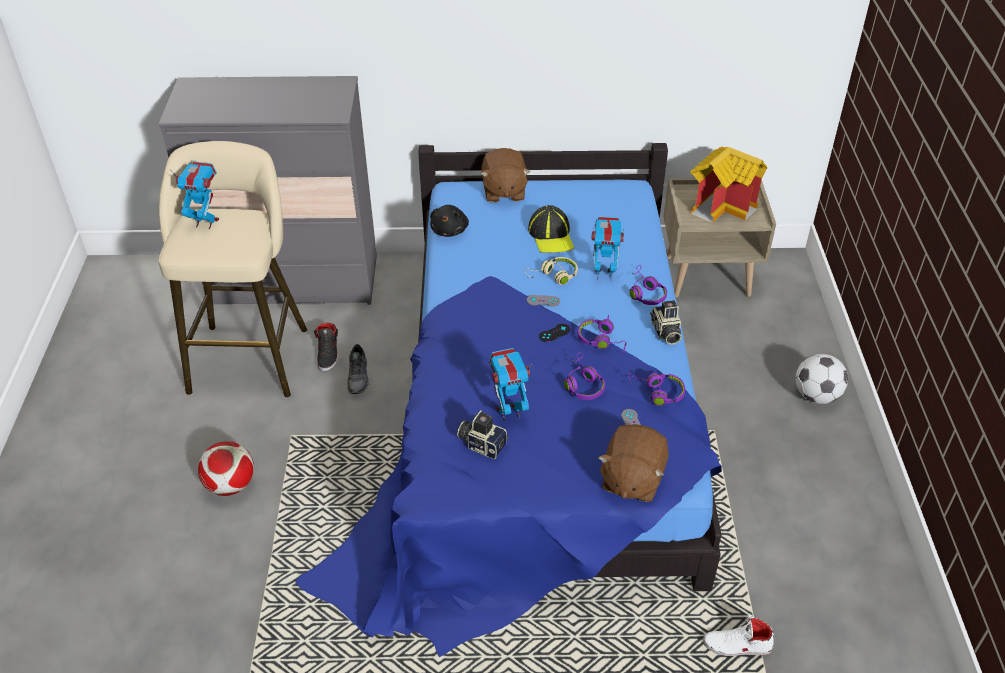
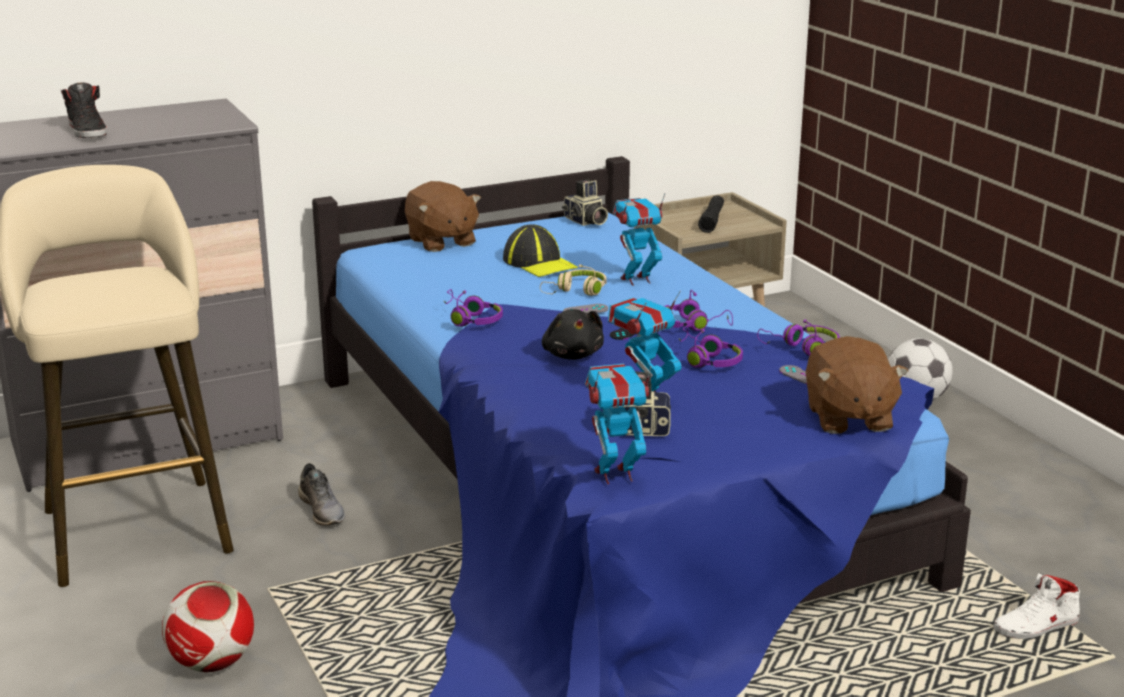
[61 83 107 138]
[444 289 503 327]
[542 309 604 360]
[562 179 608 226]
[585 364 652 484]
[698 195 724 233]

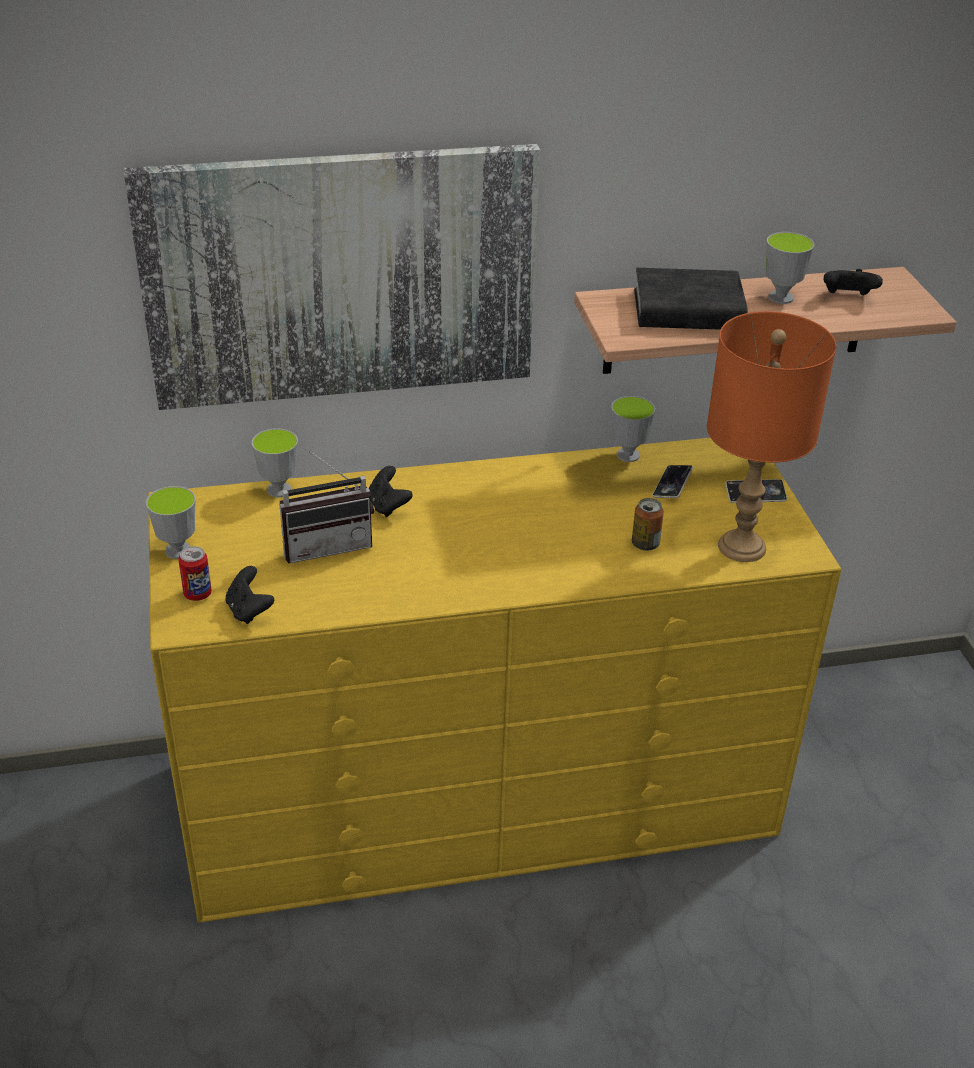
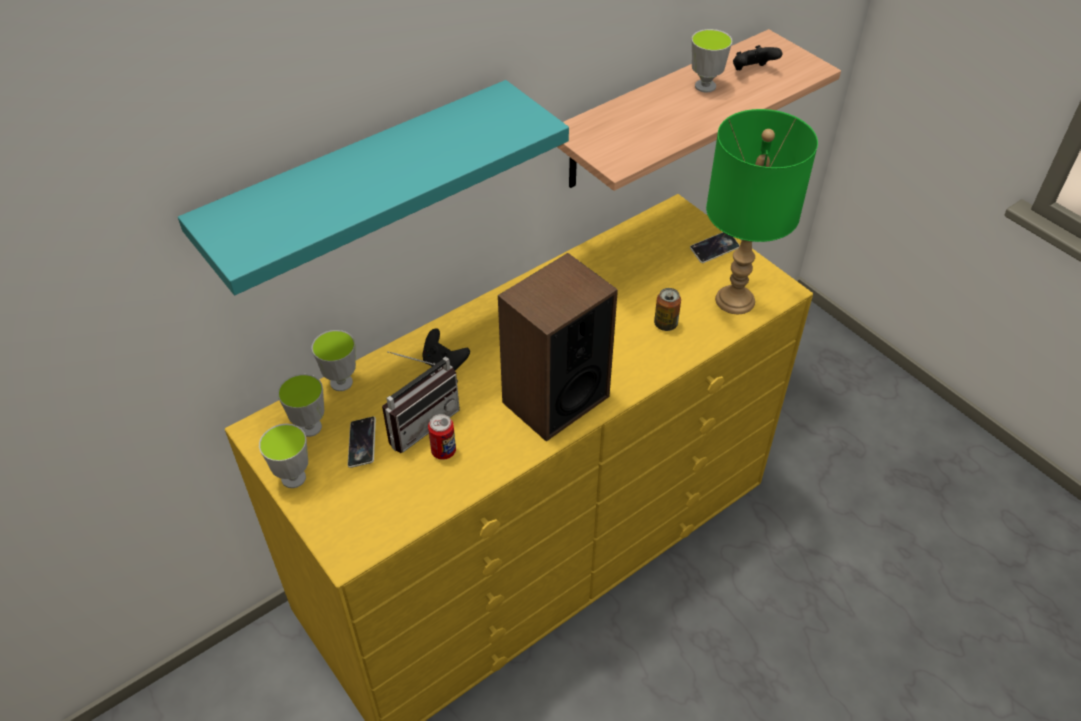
[178 80 569 295]
[277 374 324 437]
[348 416 376 468]
[428 414 456 460]
[498 253 618 442]
[706 109 818 314]
[226 566 274 624] (first image)
[634 268 748 330] (first image)

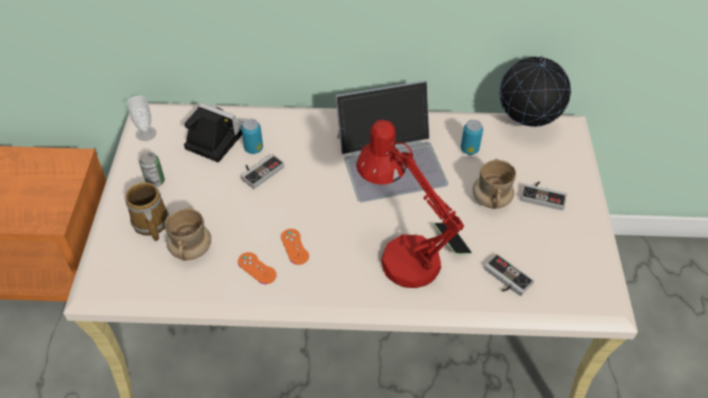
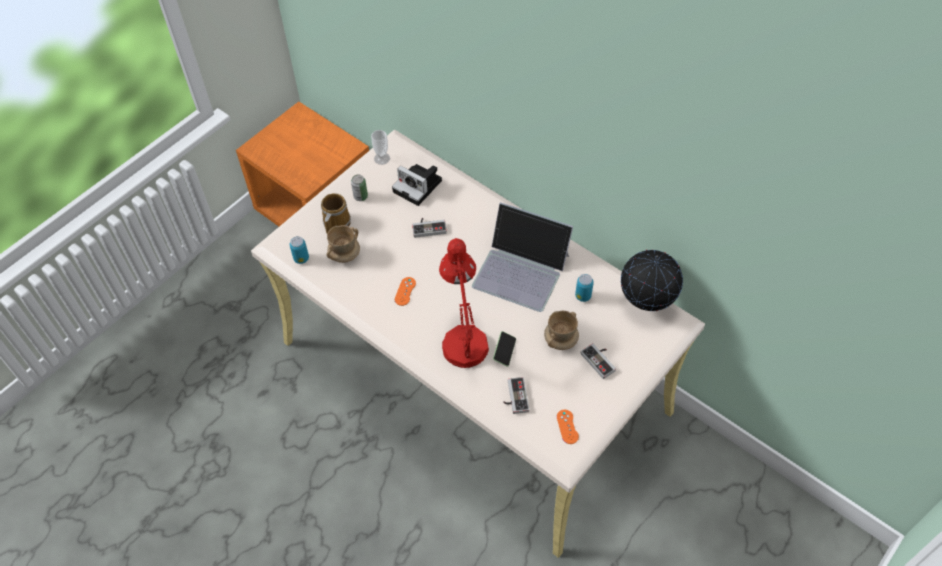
[290 236 309 264]
[392 164 442 206]
[557 410 579 444]

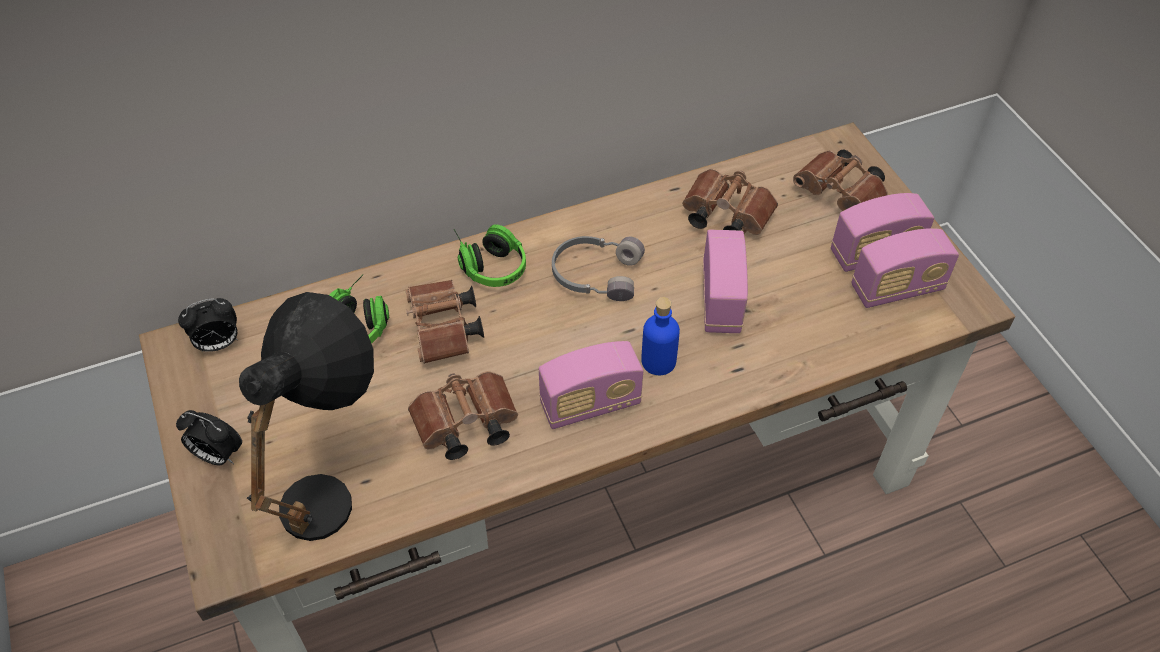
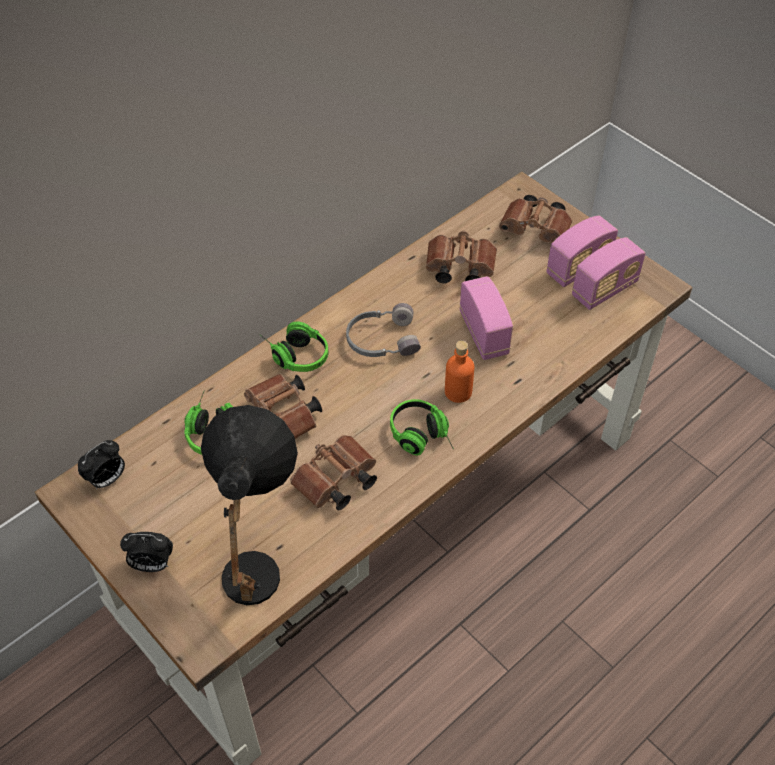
[390 399 454 455]
[445 341 474 403]

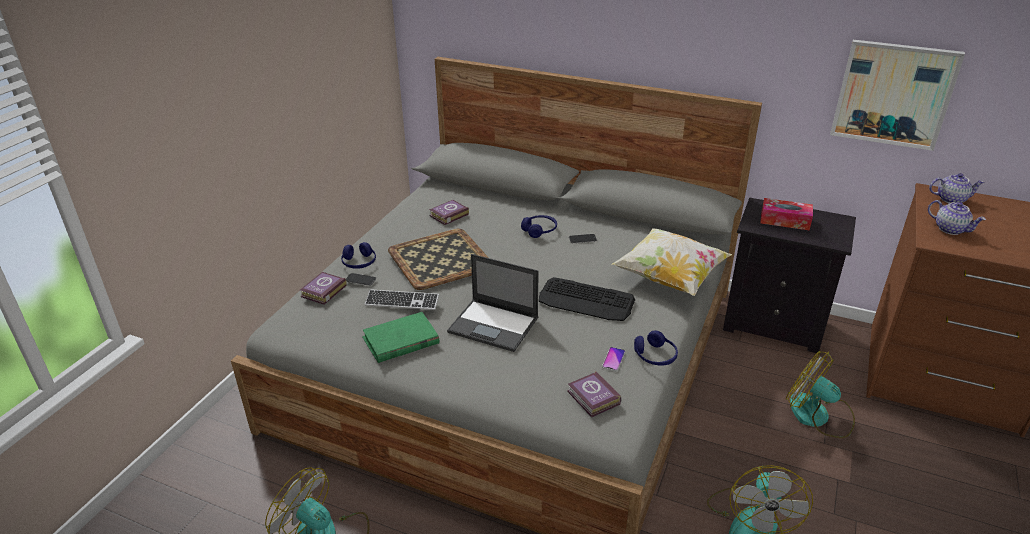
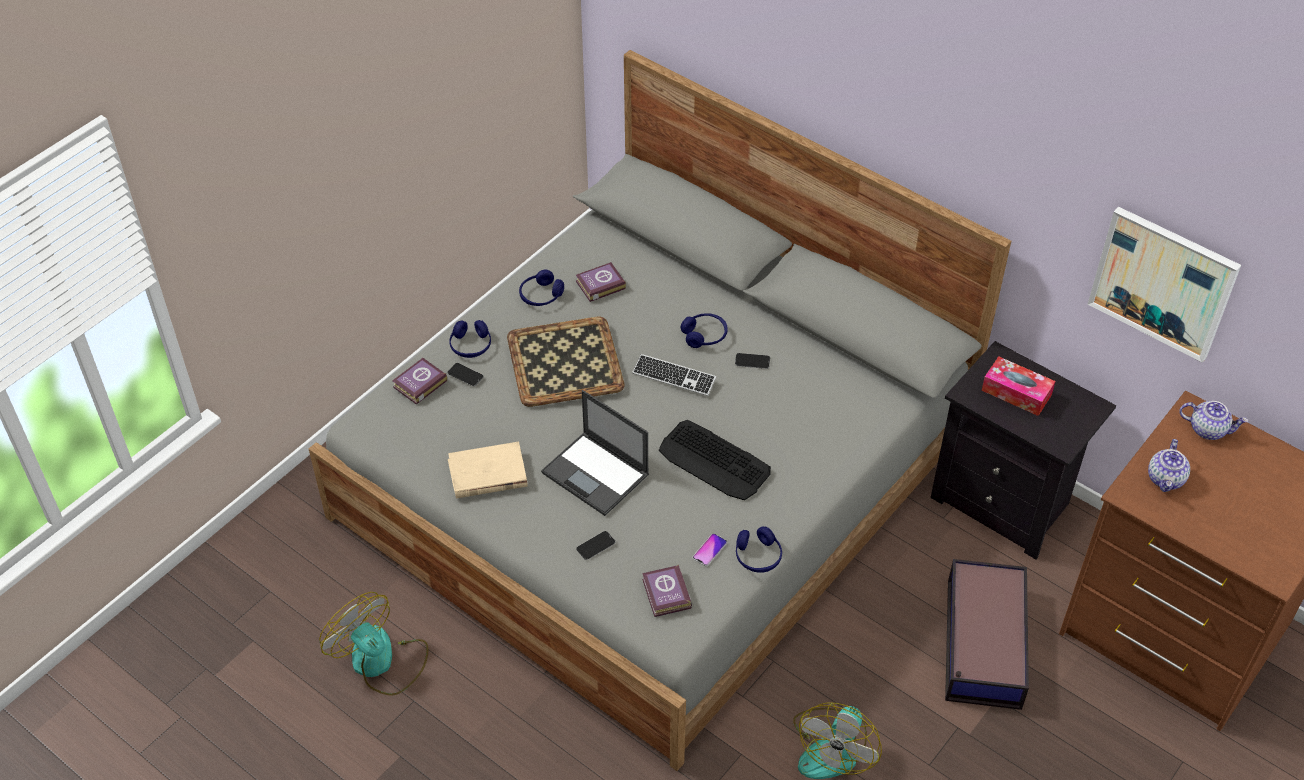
[448 442 528 498]
[519 270 564 306]
[576 531 615 560]
[632 354 716 396]
[945 559 1029 710]
[1148 439 1190 492]
[612 228 732 296] (first image)

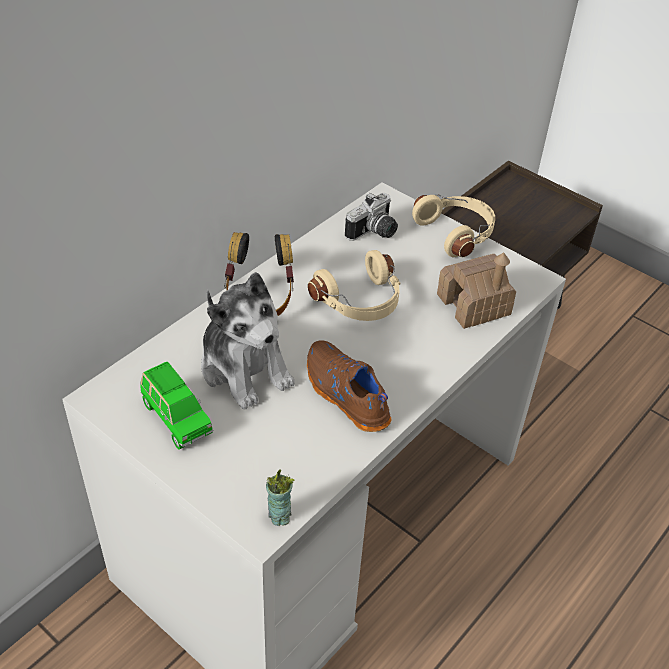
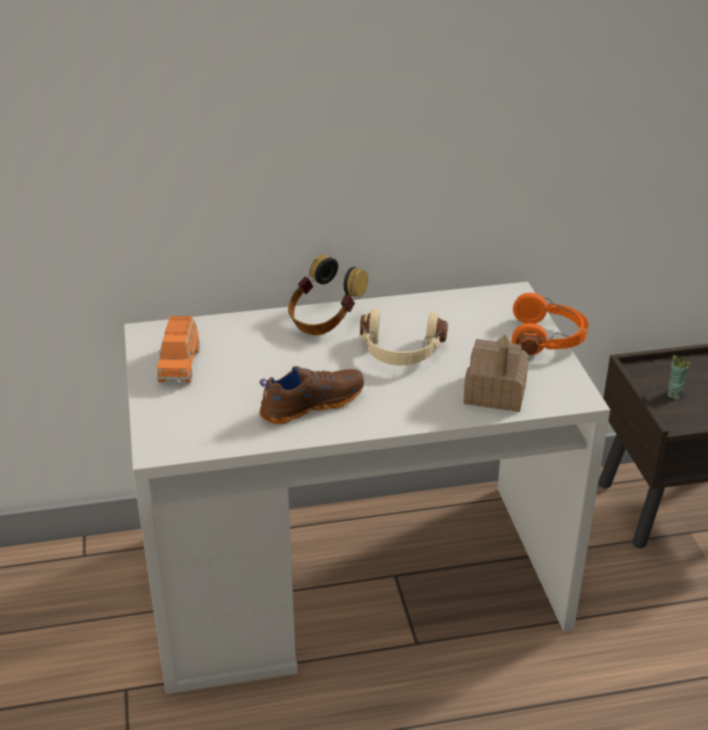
[157 316 200 383]
[259 366 364 425]
[511 293 589 355]
[667 355 691 399]
[201 272 295 409] (first image)
[345 193 398 241] (first image)

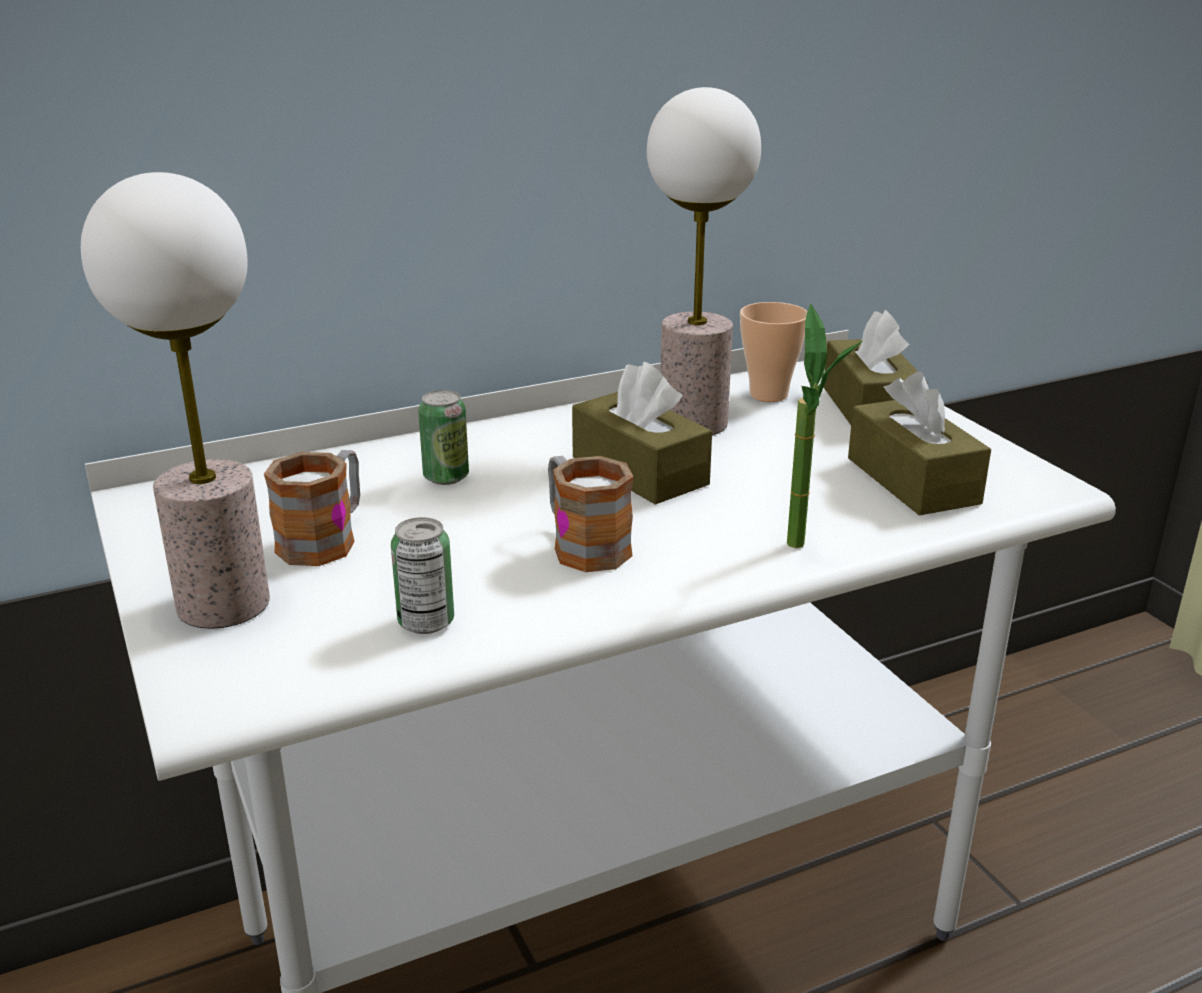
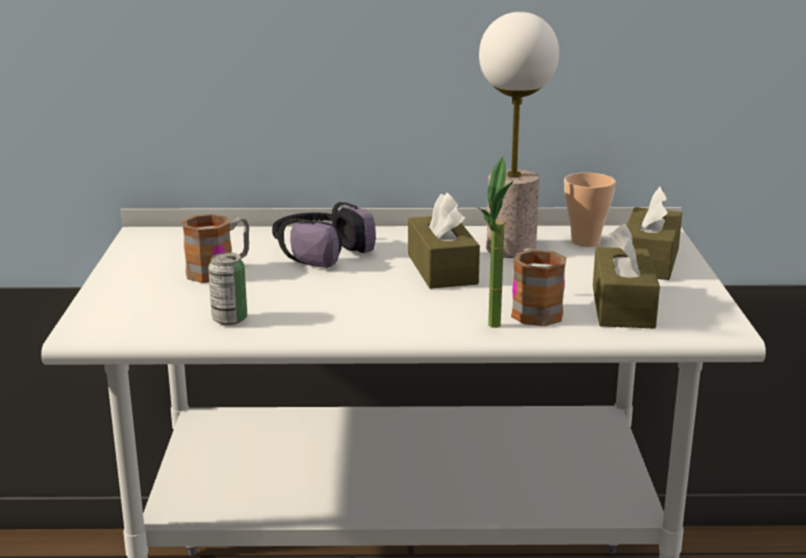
[272 202 376 268]
[511 248 567 326]
[81 172 270 628] (first image)

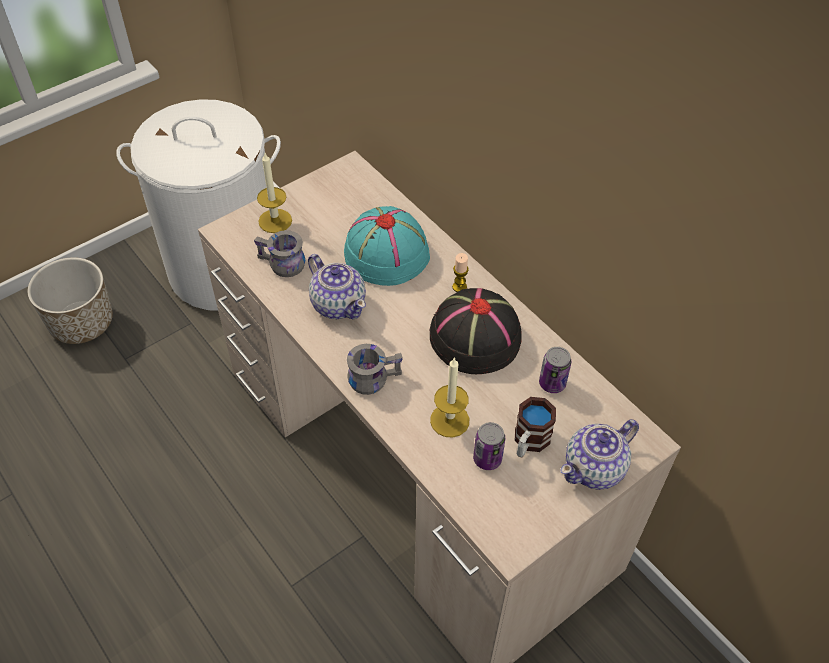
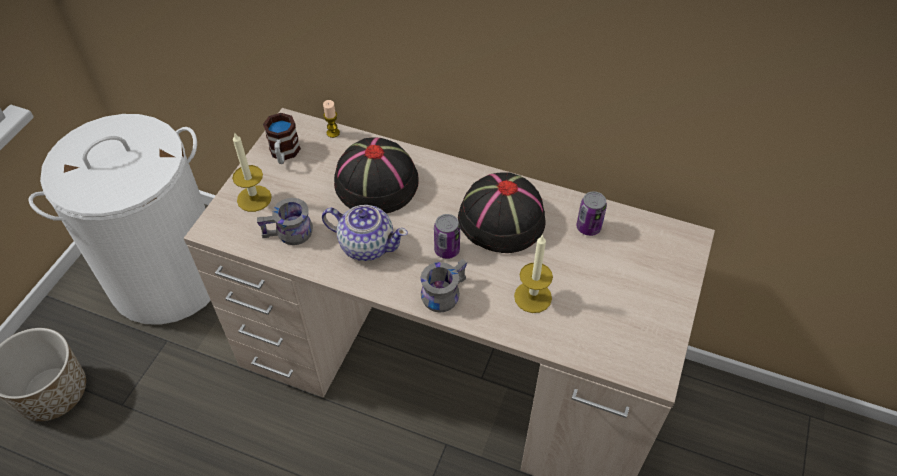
[263 113 301 164]
[323 100 340 138]
[334 138 419 214]
[434 214 460 259]
[560 419 639 490] (first image)

